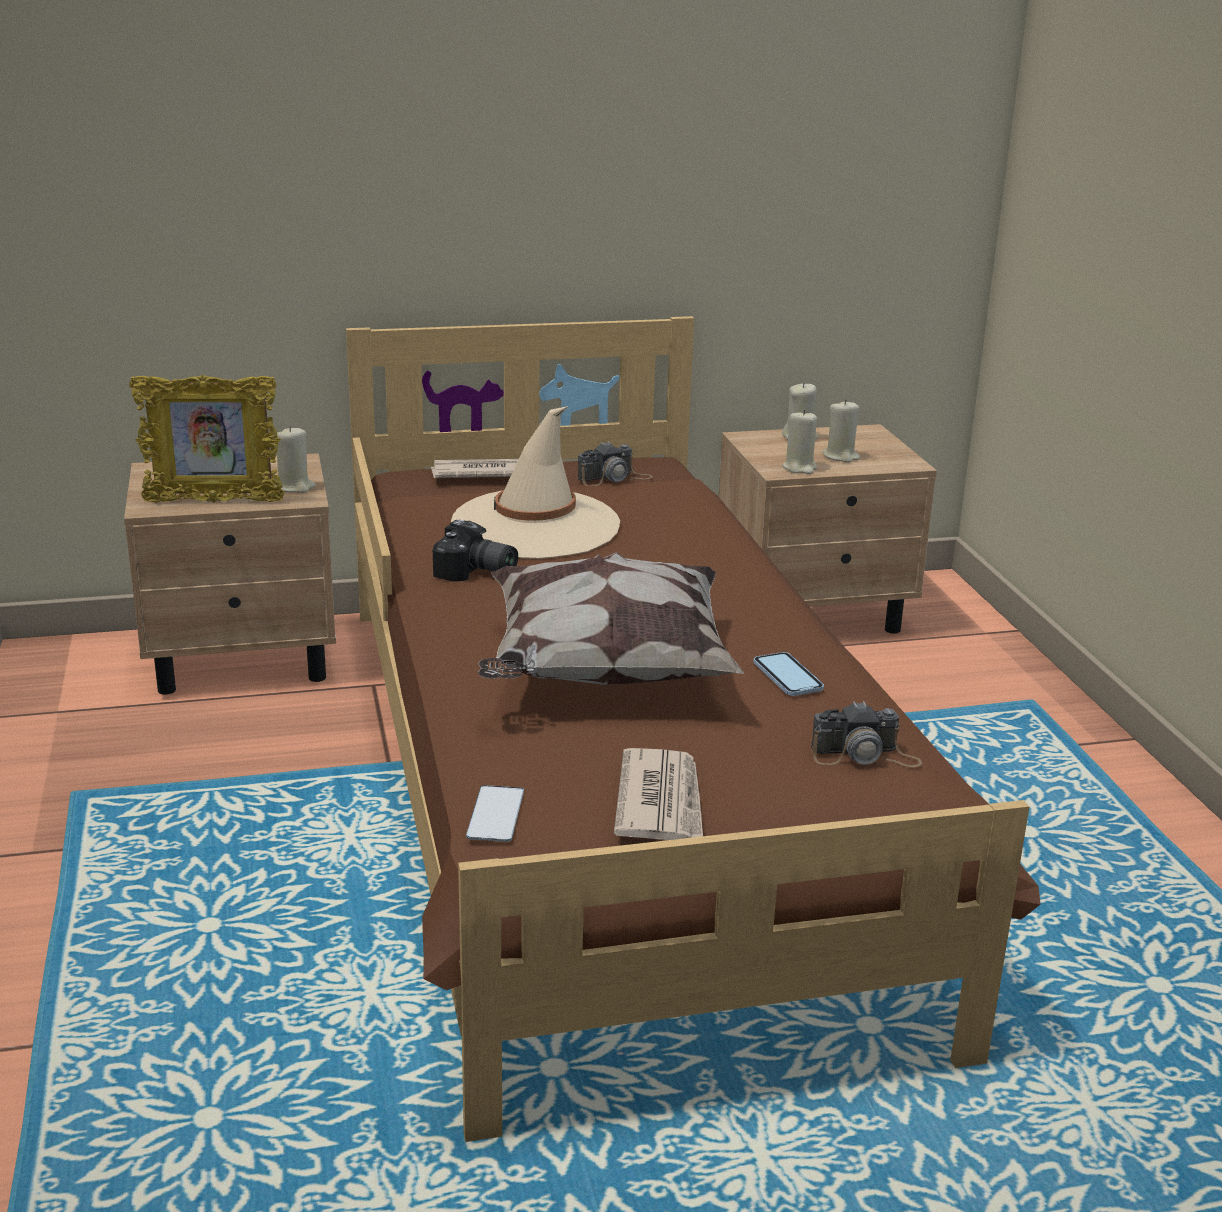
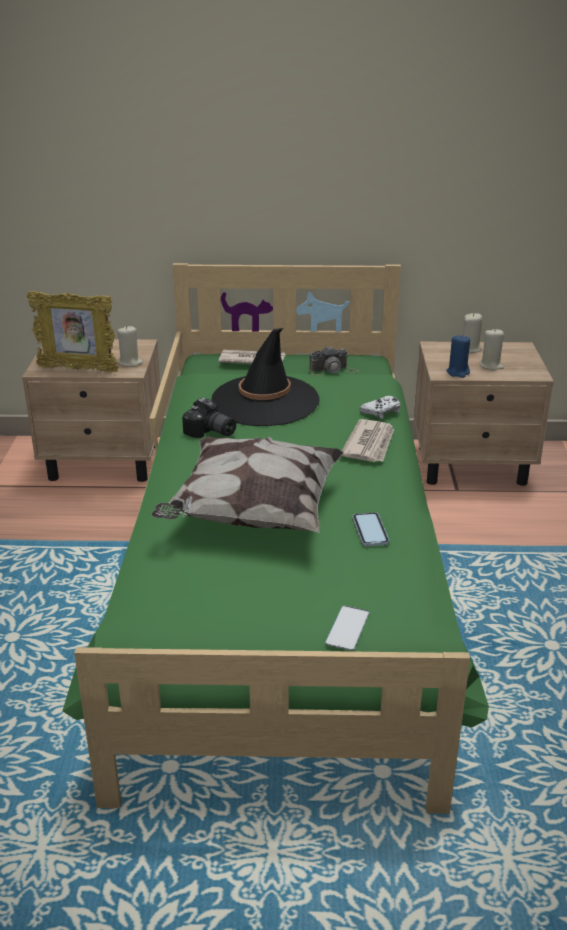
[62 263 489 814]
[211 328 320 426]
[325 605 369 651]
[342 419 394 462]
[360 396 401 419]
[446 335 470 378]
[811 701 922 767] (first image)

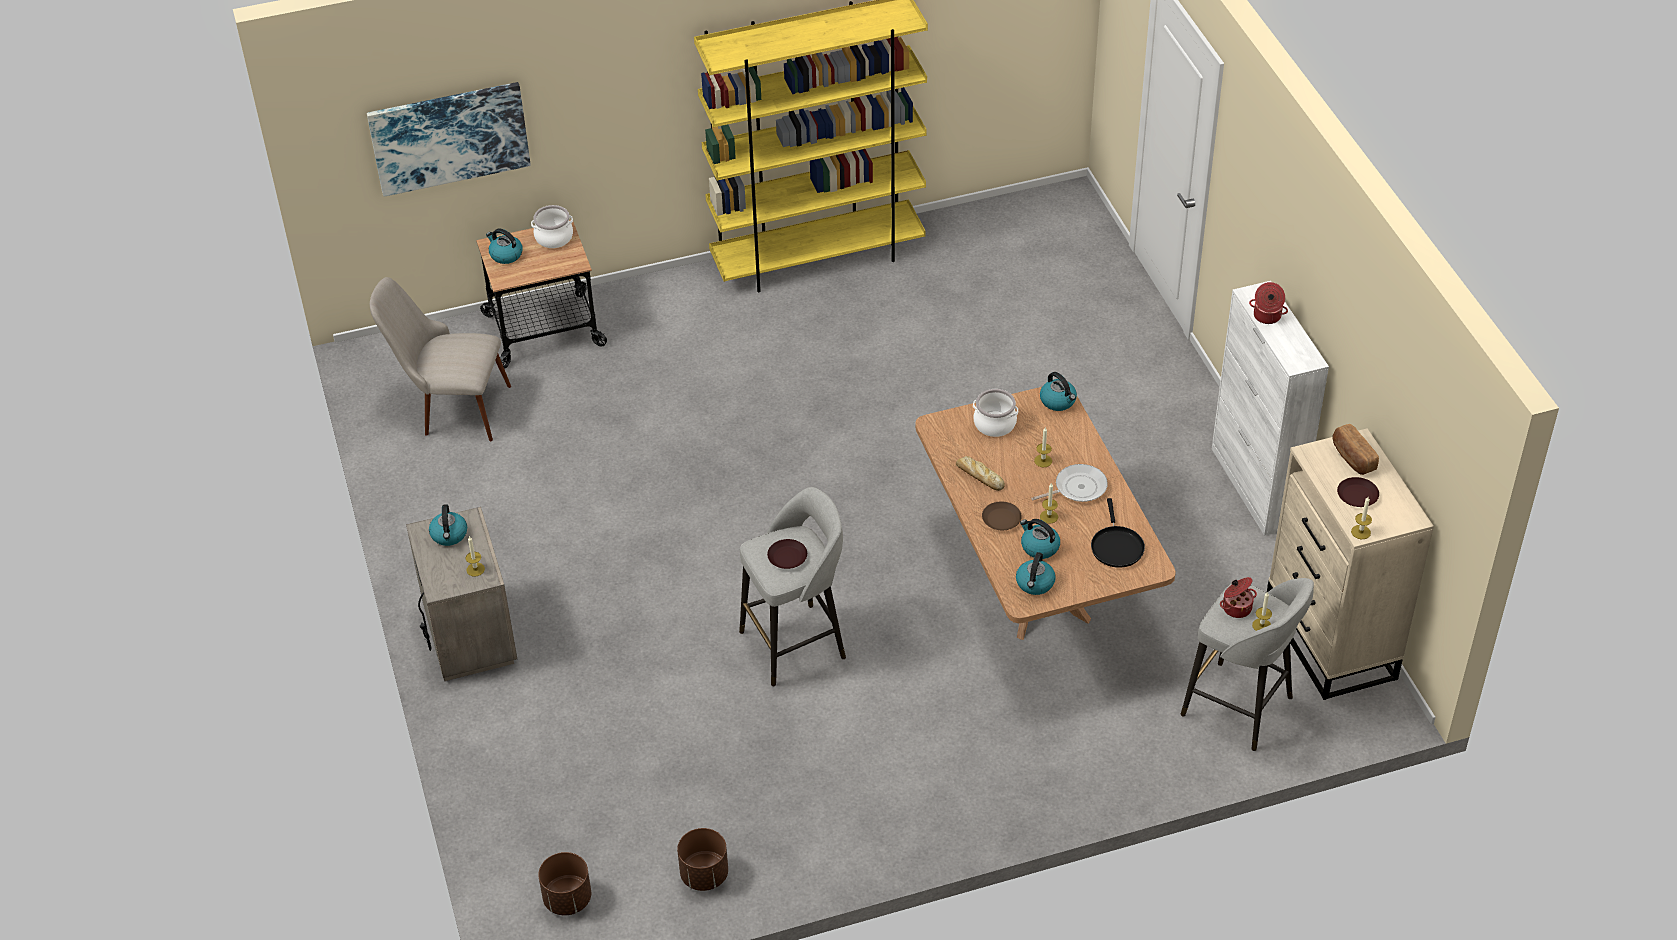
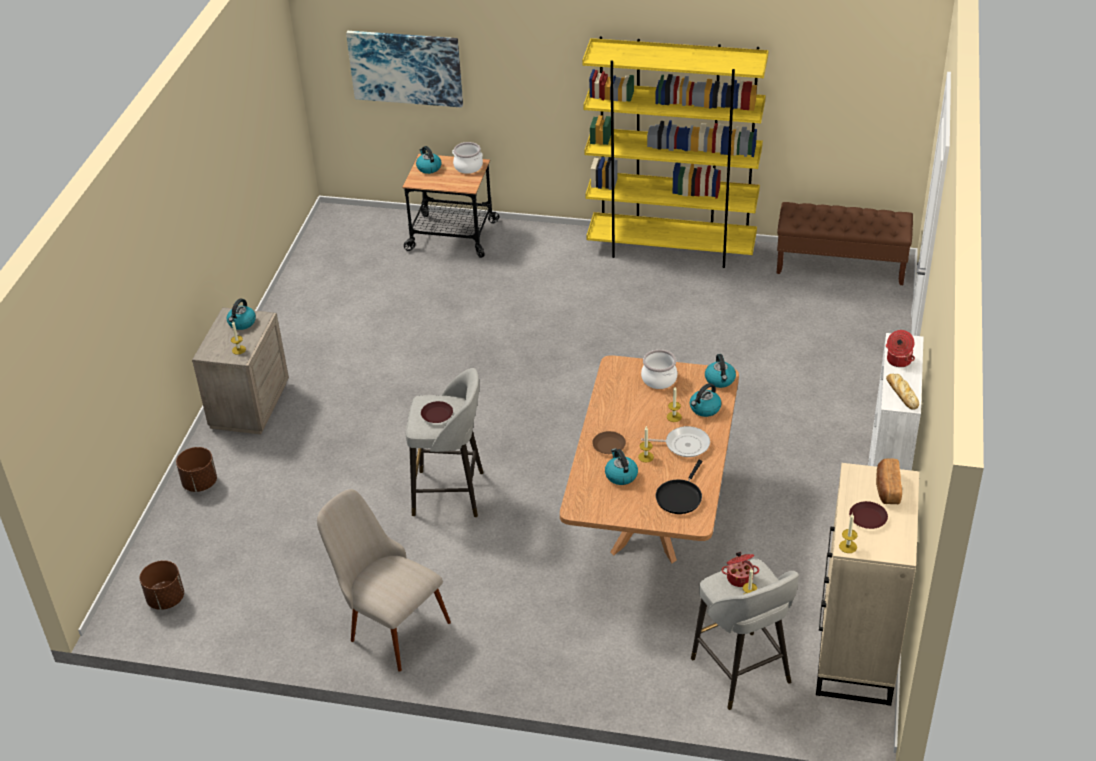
[176 447 217 492]
[317 489 451 672]
[690 383 722 417]
[776 202 913 285]
[886 374 919 410]

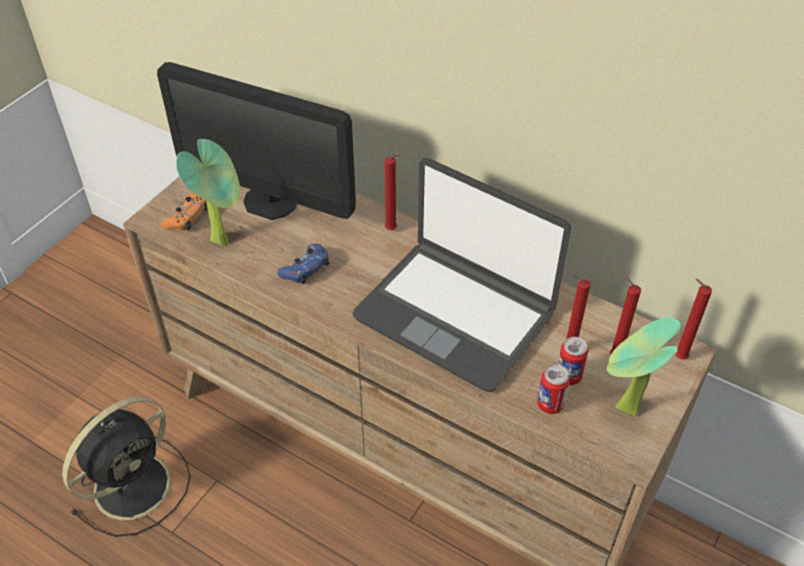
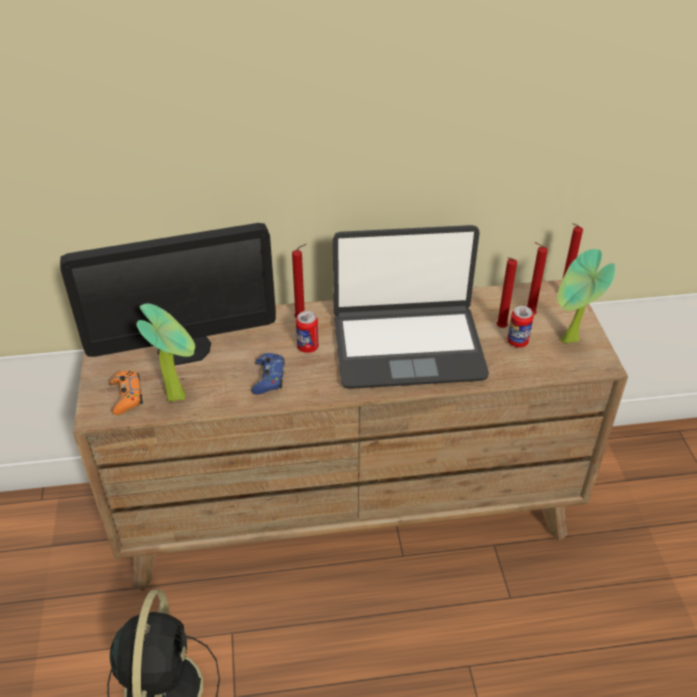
[296 311 319 353]

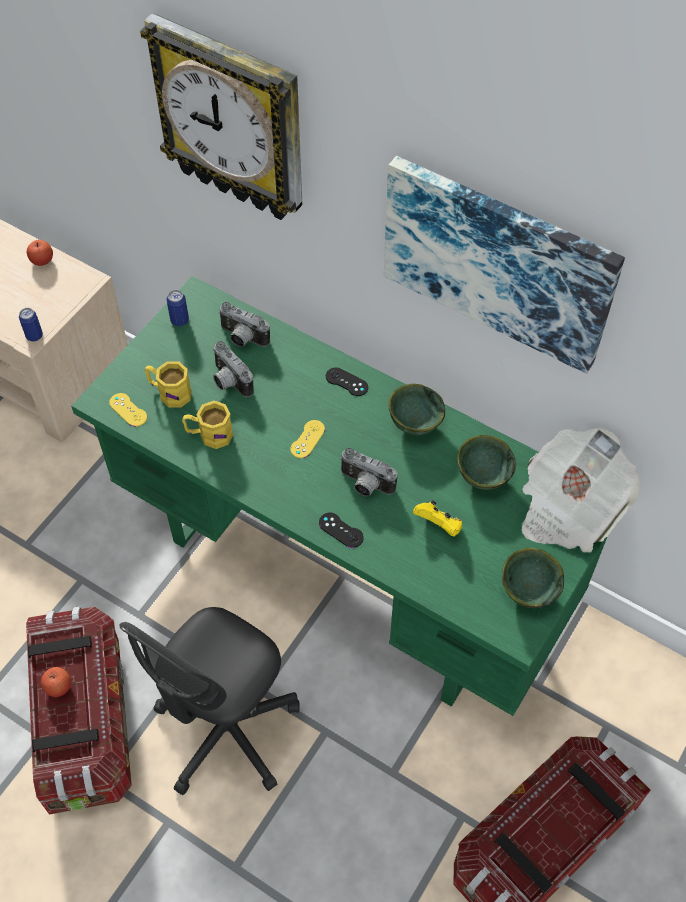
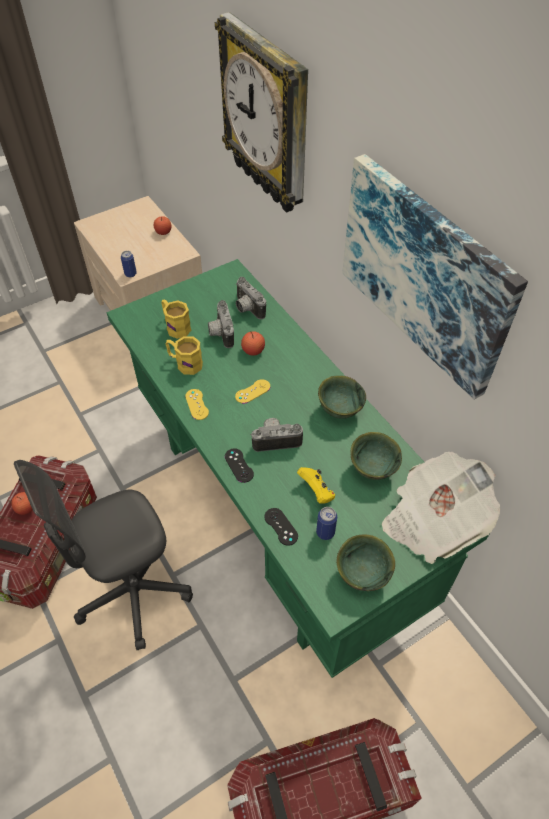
[185 389 209 420]
[241 331 265 356]
[251 418 303 452]
[264 508 298 546]
[316 507 337 540]

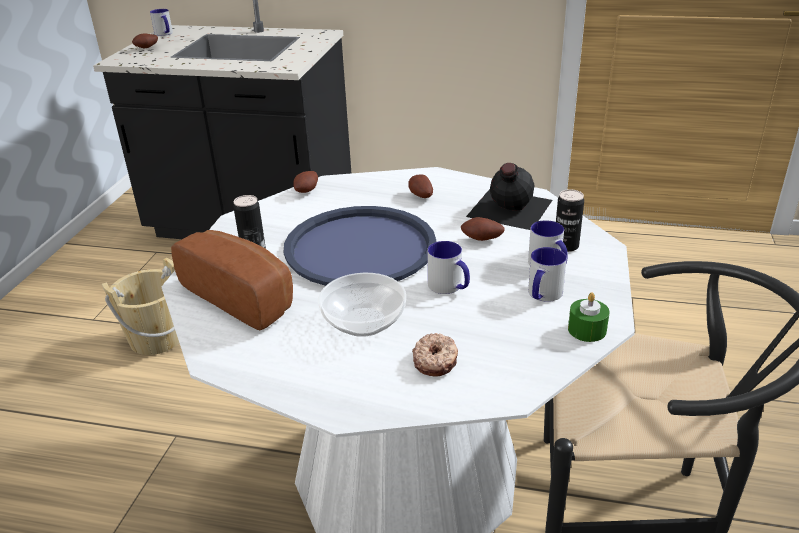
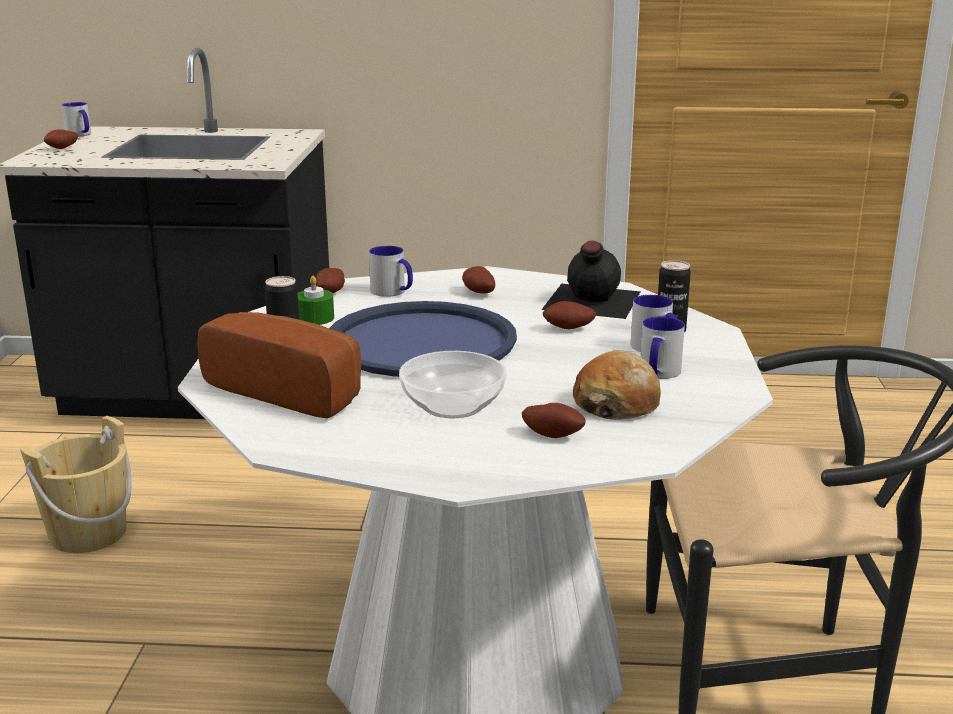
[298 276 334 325]
[369 246 413 297]
[522 403 586 438]
[573 350 661 420]

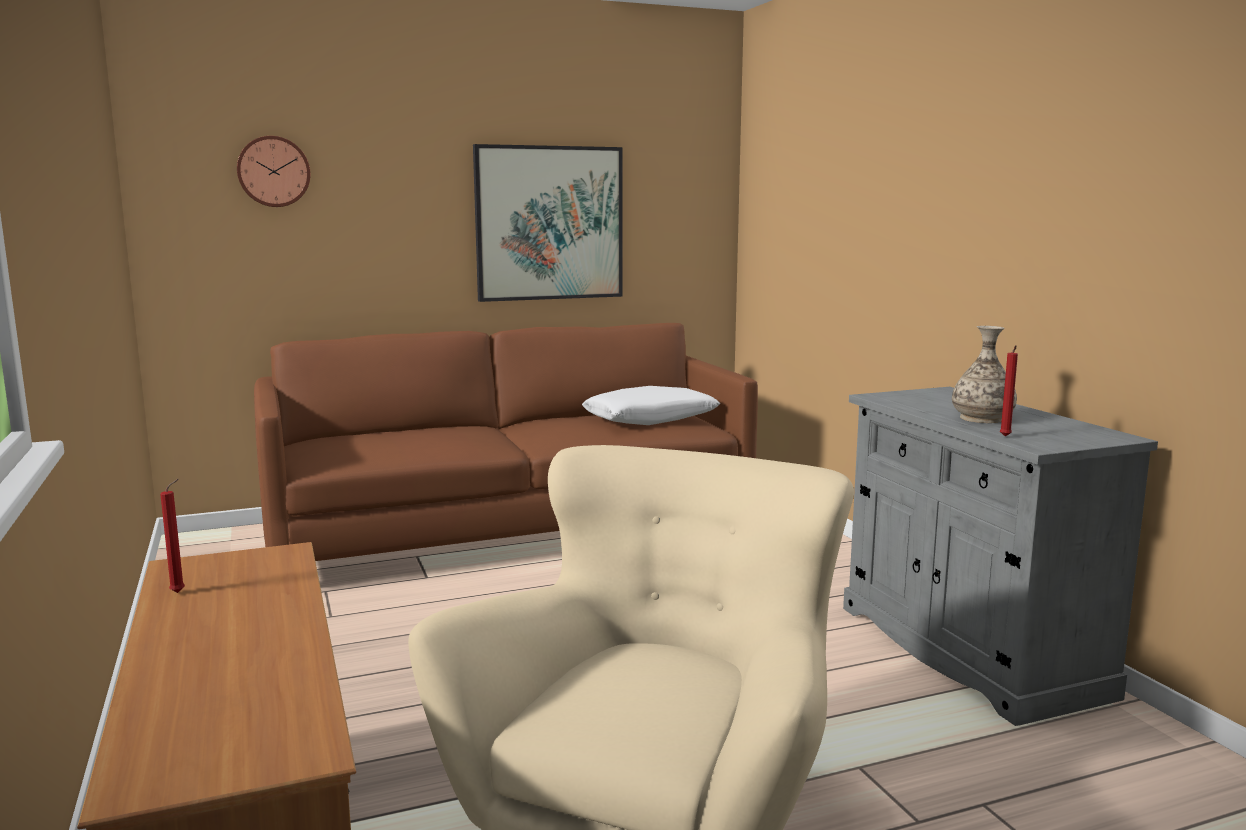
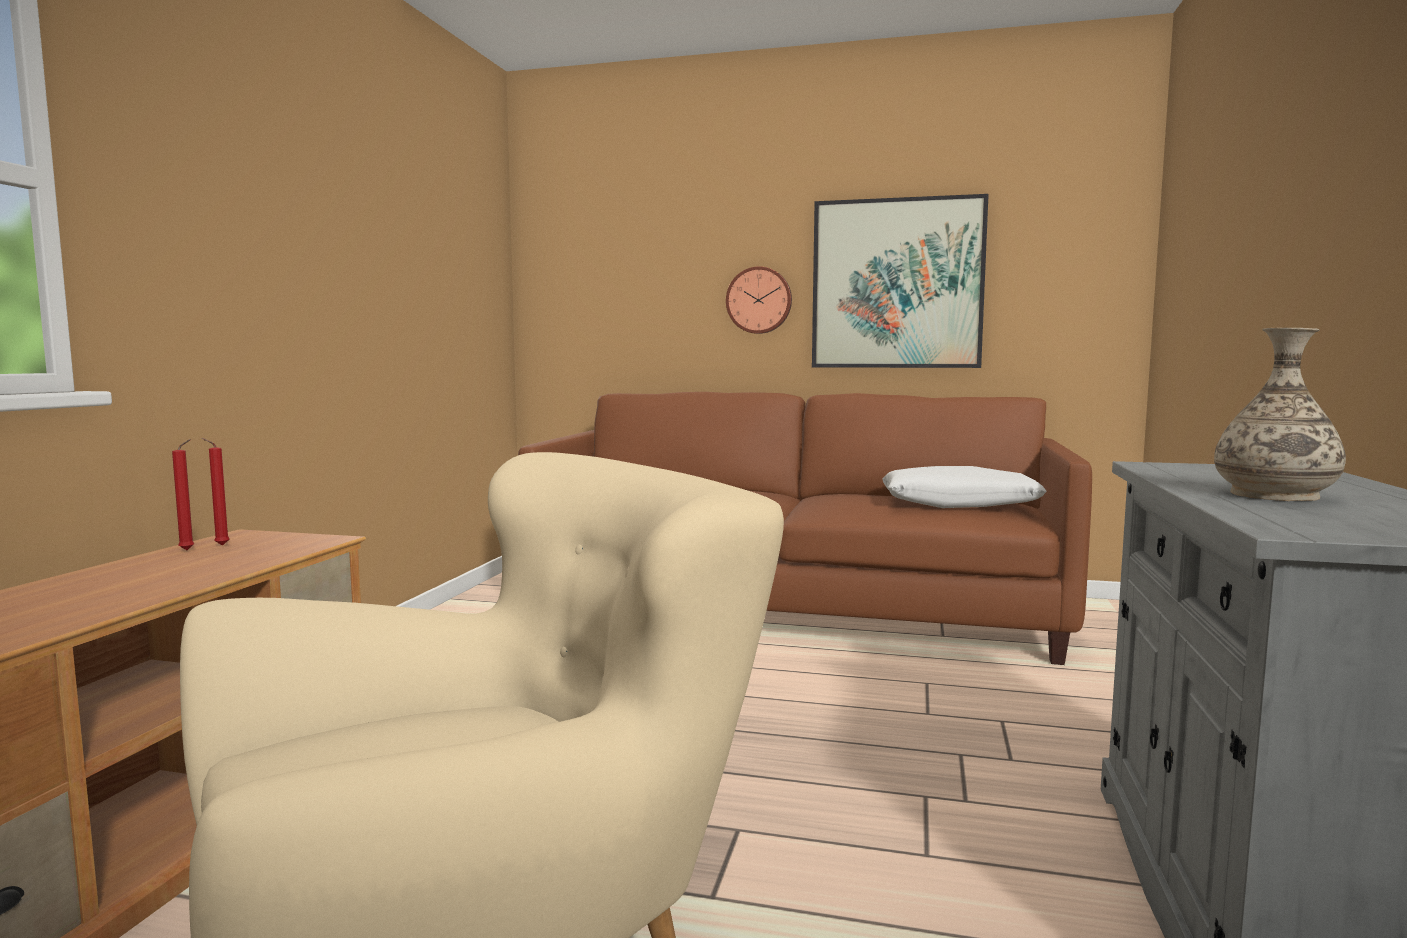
[201 438 230 546]
[726 266 792 334]

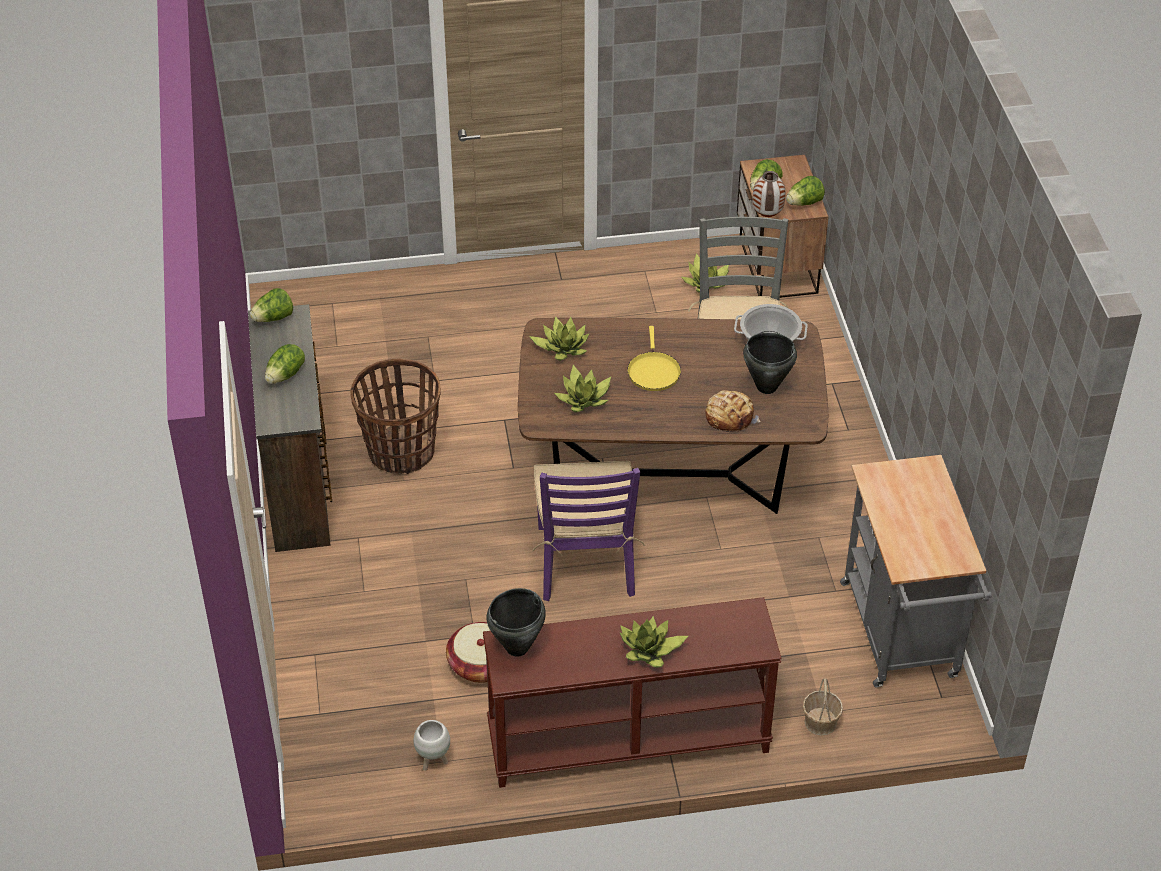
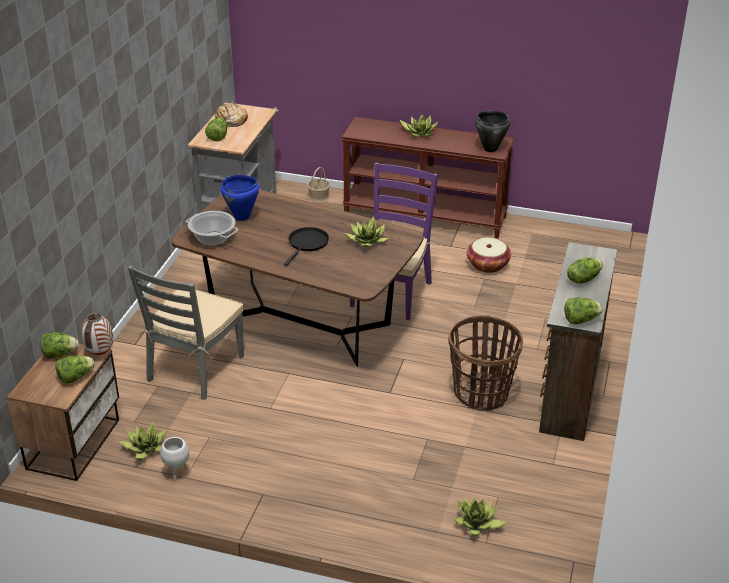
[160 437 189 481]
[205 118 227 141]
[215 103 248 127]
[221 175 259 221]
[284 227 329 266]
[454 497 507 536]

